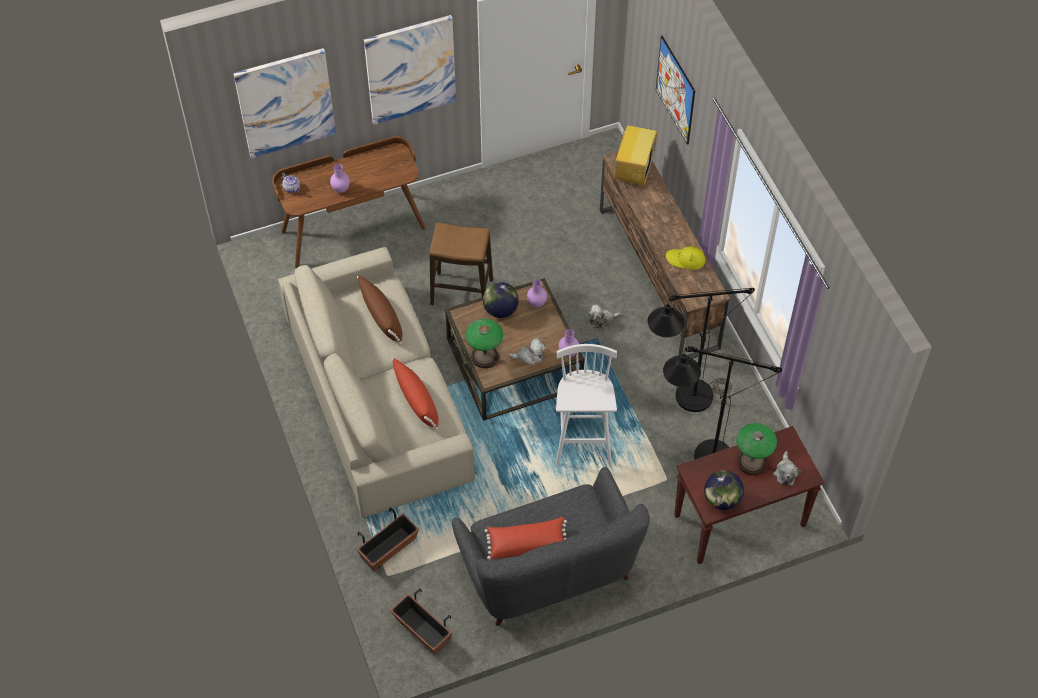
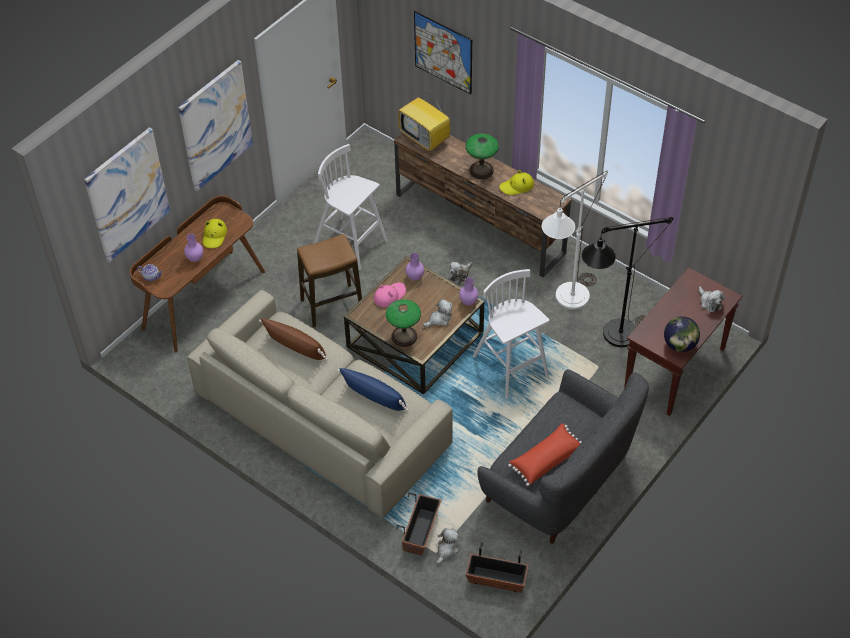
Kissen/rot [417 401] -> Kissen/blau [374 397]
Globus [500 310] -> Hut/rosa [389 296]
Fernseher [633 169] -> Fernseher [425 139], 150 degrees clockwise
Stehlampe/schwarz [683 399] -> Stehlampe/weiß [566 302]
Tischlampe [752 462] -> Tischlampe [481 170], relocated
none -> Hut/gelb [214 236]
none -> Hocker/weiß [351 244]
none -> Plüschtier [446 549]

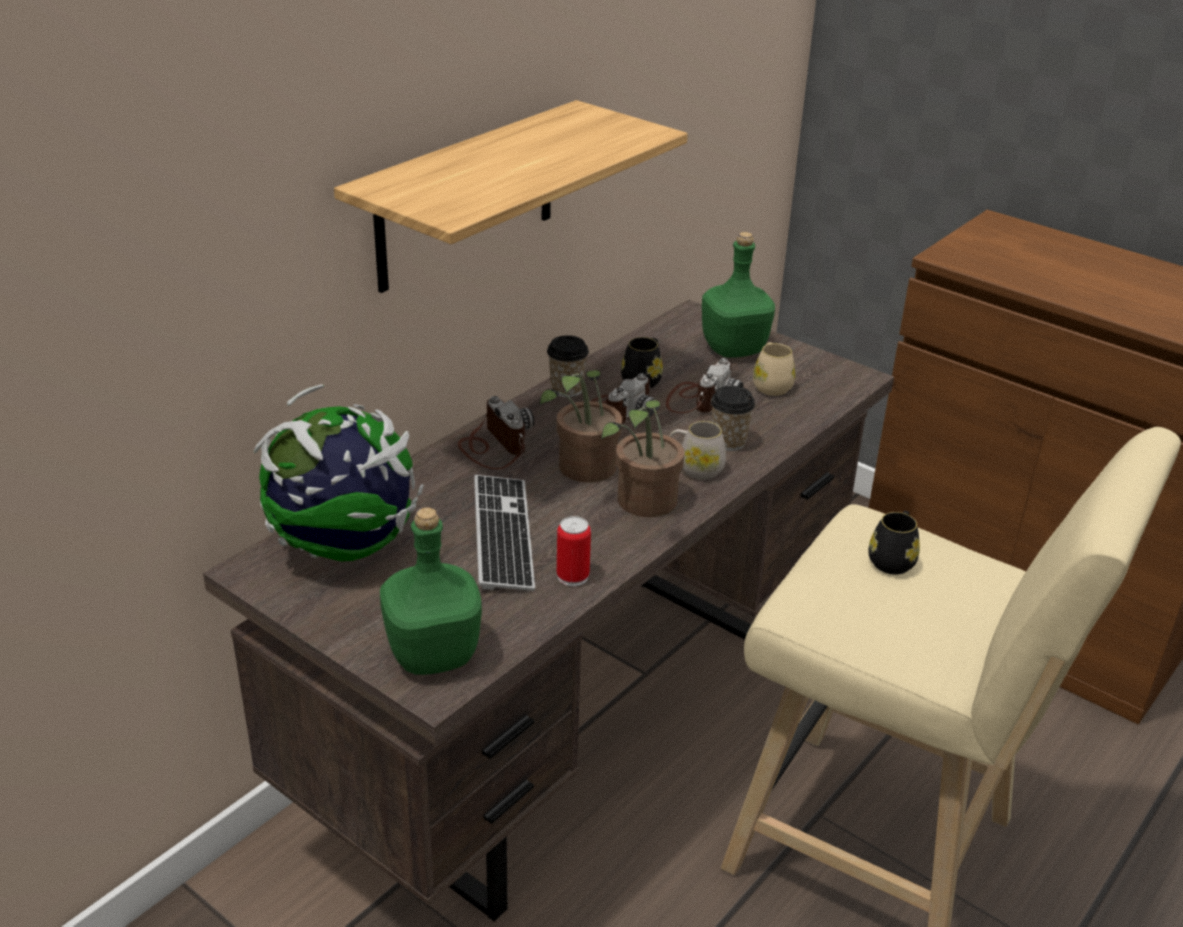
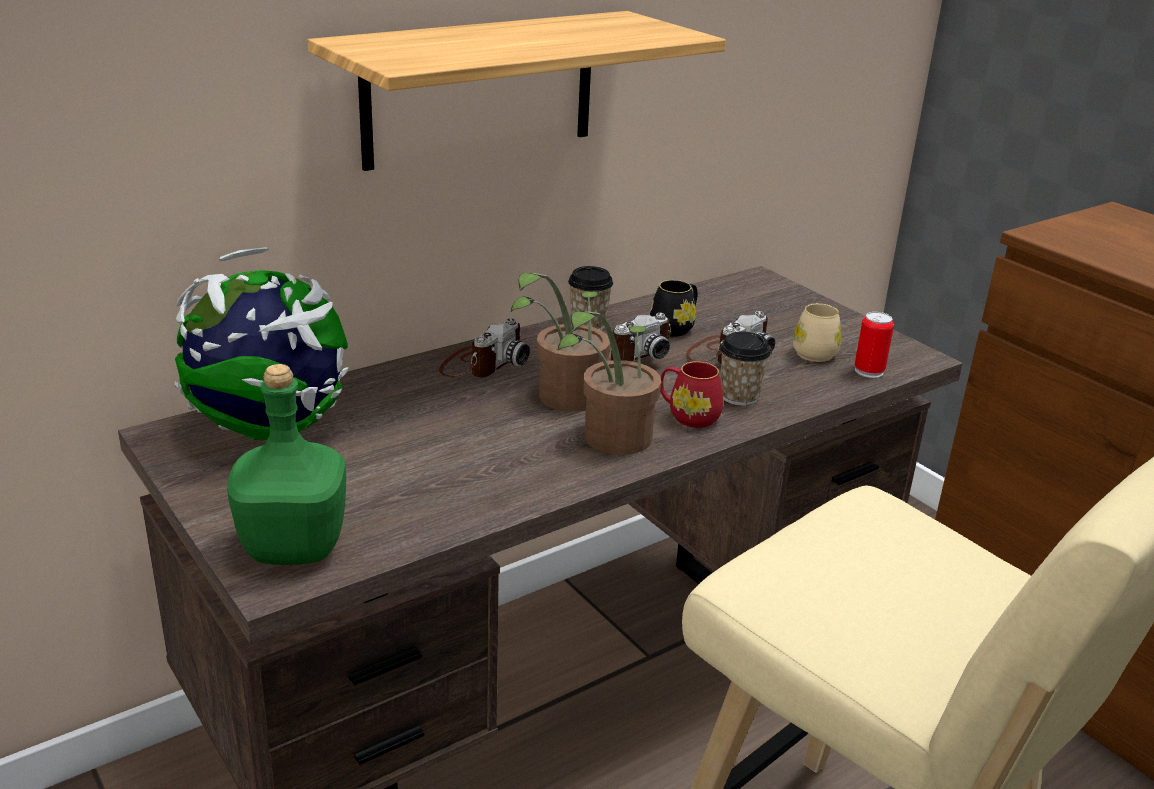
Kamera [494 446] -> Kamera [482 364], 45 degrees clockwise
Tastatur [503 535] -> none
Dose [572 576] -> Dose [869 371], relocated
Henkelbecher/weiß [695 469] -> Henkelbecher/rot [688 416]
Flasche/grün [734 349] -> none
Henkelbecher/schwarz [893 559] -> none

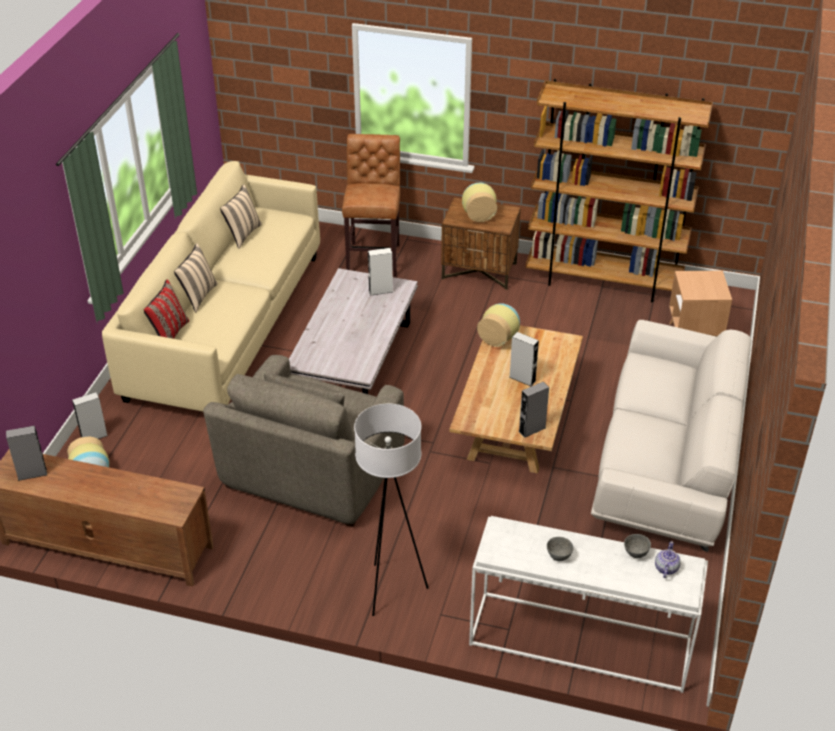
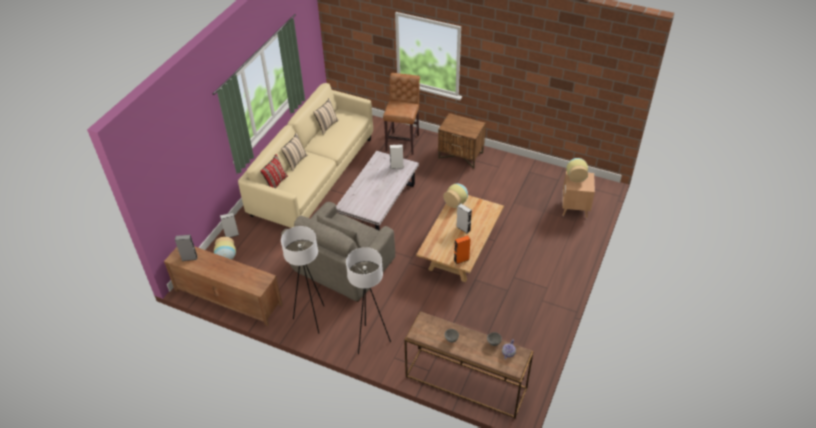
Vase [478 214] -> Vase [575 176], relocated
Konsolentisch/weiß [578 642] -> Konsolentisch/braun [464 383]
Lautsprecher/grau [532 429] -> Lautsprecher/orange [461 260]
Bücherregal/braun [604 281] -> none
Sofa/weiß [667 460] -> none
none -> Stehlampe/weiß [312 319]

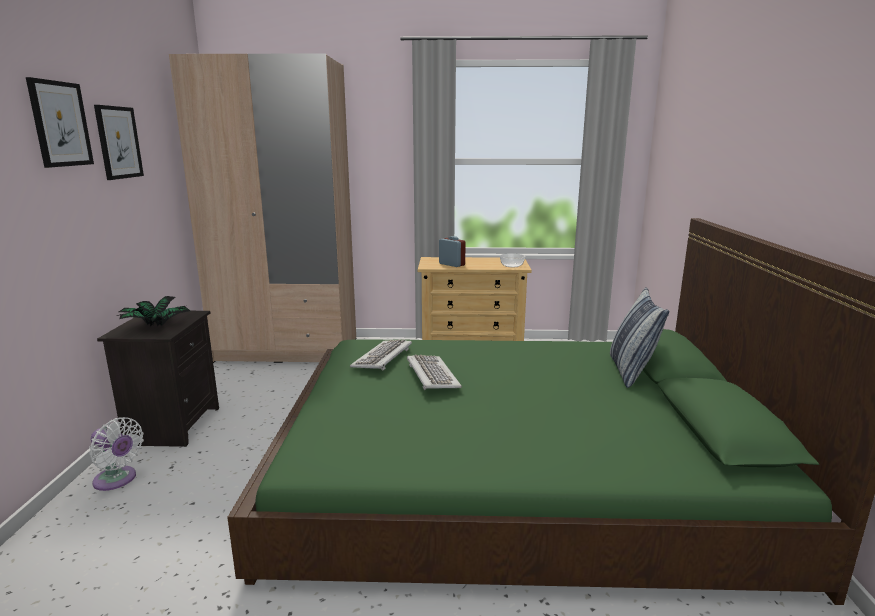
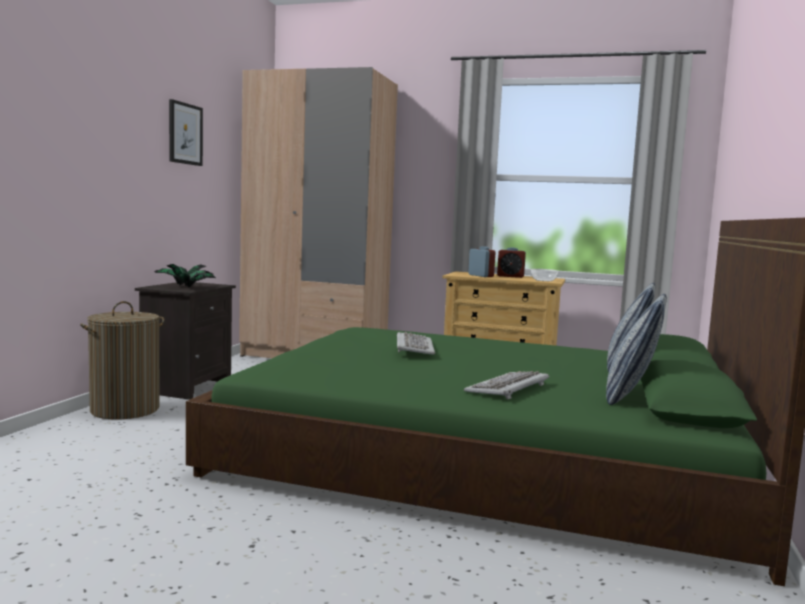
Bild [60 124] -> none
Ventilator/weiß [117 480] -> Wäschekorb [125 409]
Tastatur [383 357] -> Tastatur [508 388], relocated
none -> Wecker [510 276]
none -> Kissen [631 395]

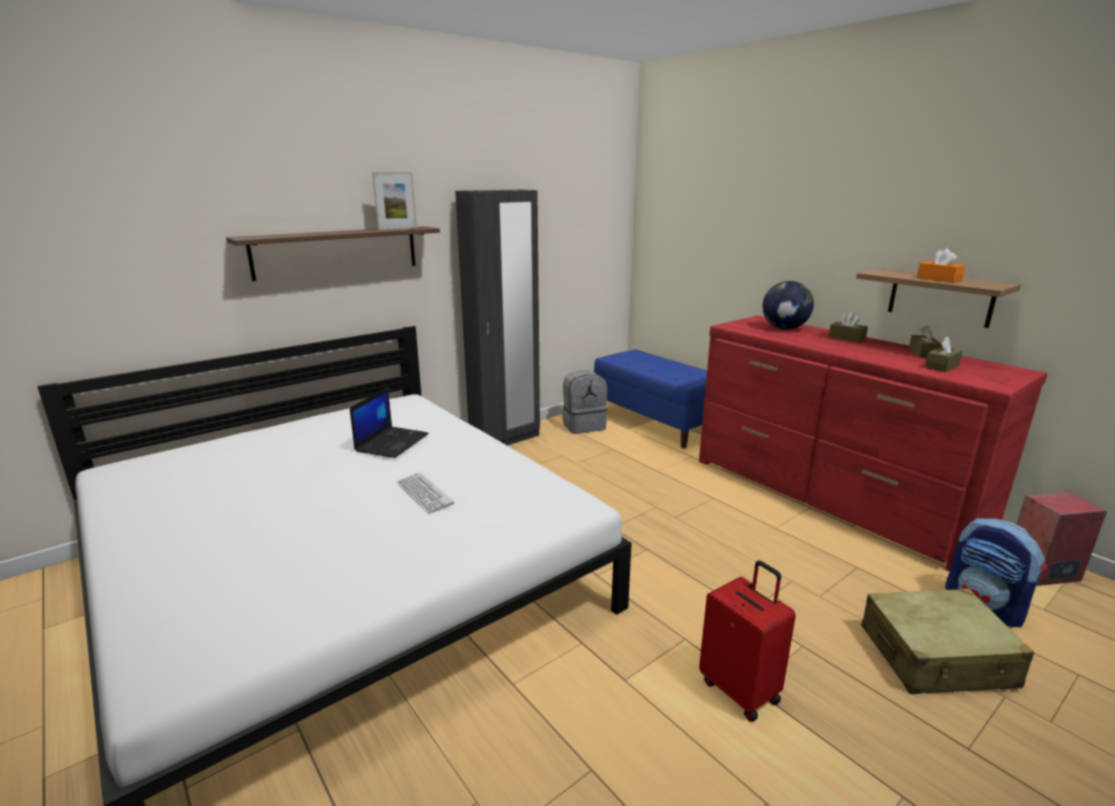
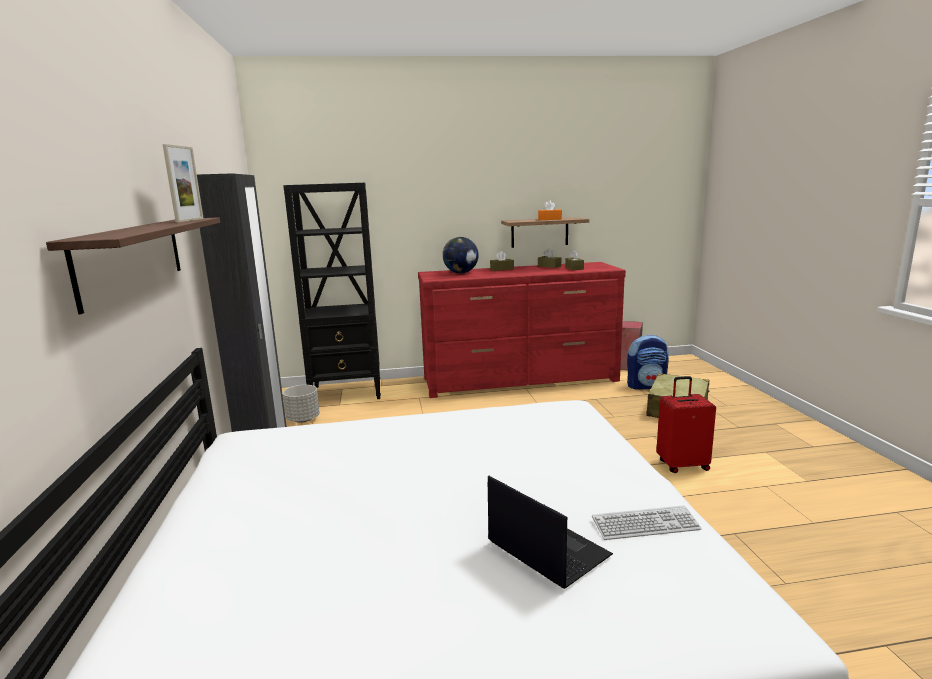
Laptop [392 442] -> Laptop [546 549], relocated
Tastatur [424 493] -> Tastatur [645 524], relocated
Rucksack/grau [583 425] -> Pflanzkübel/grau [303 419]
Bank/blau [655 422] -> Bücherregal/schwarz [347 392]

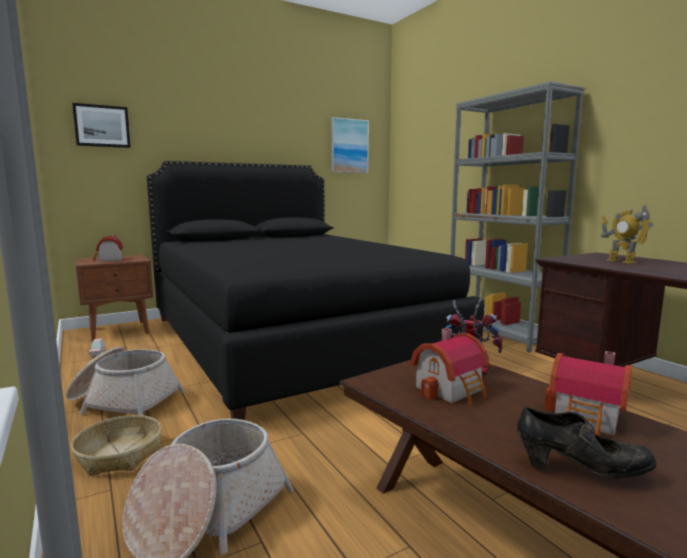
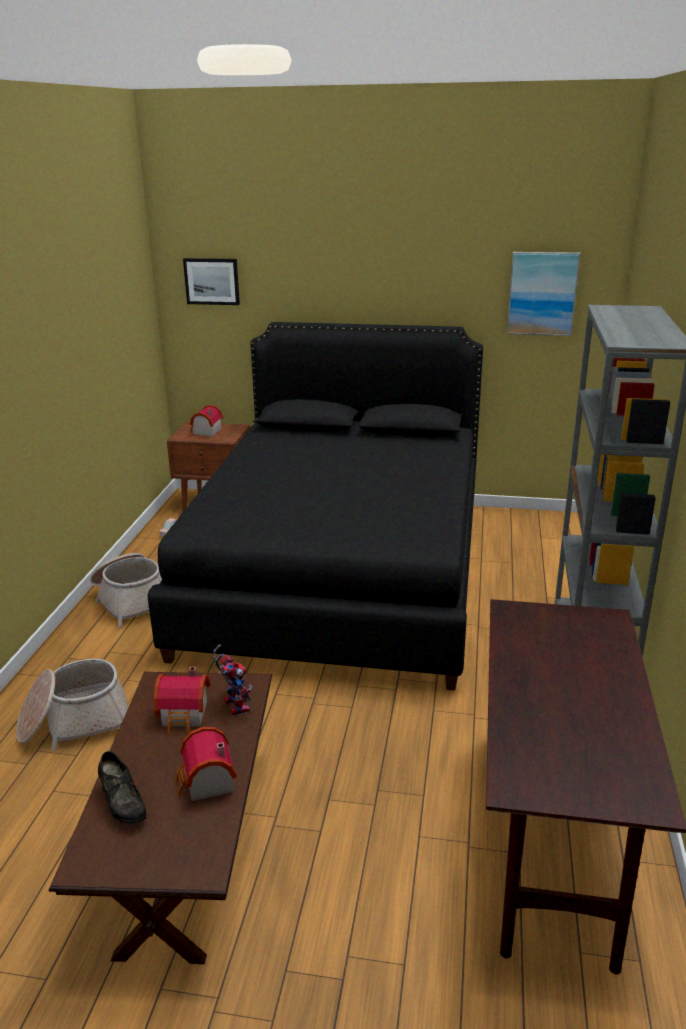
Korb [119 454] -> none
Spielzeugroboter [621 261] -> none

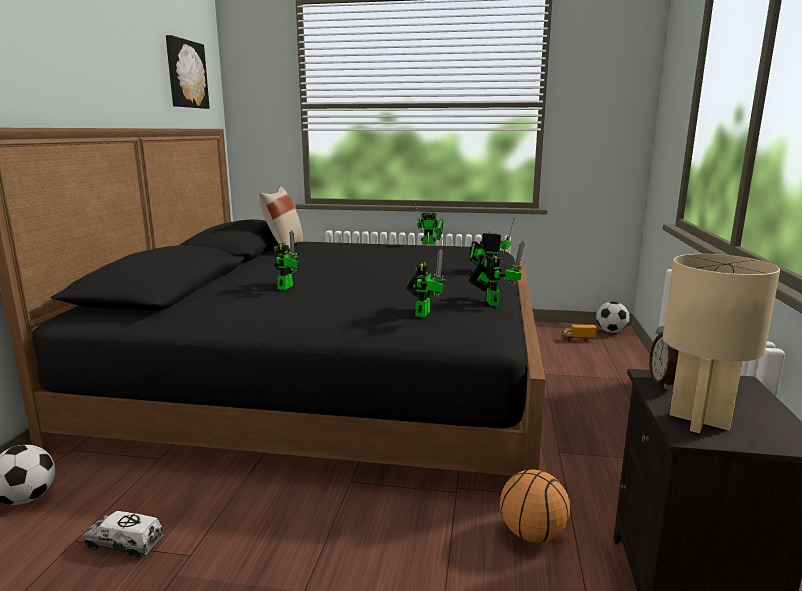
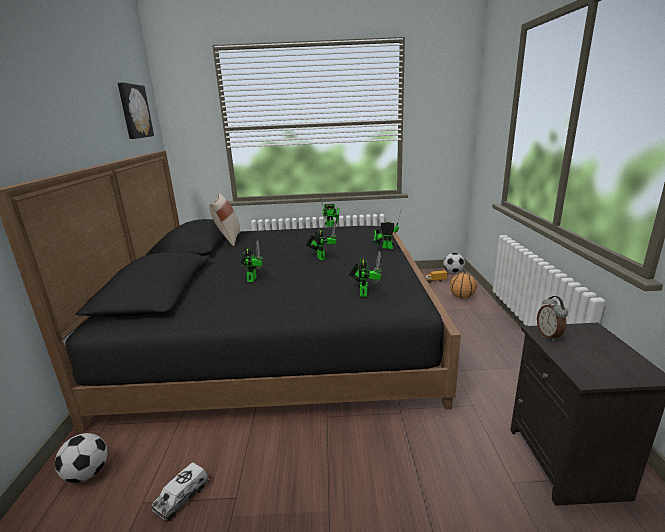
Spielzeuglaster [124 543] -> Spielzeuglaster [182 497], 60 degrees counterclockwise
Spielzeugroboter [491 301] -> Spielzeugroboter [320 257], relocated
Basketball [532 535] -> Basketball [462 297], relocated
Tischlampe/beige [698 420] -> none

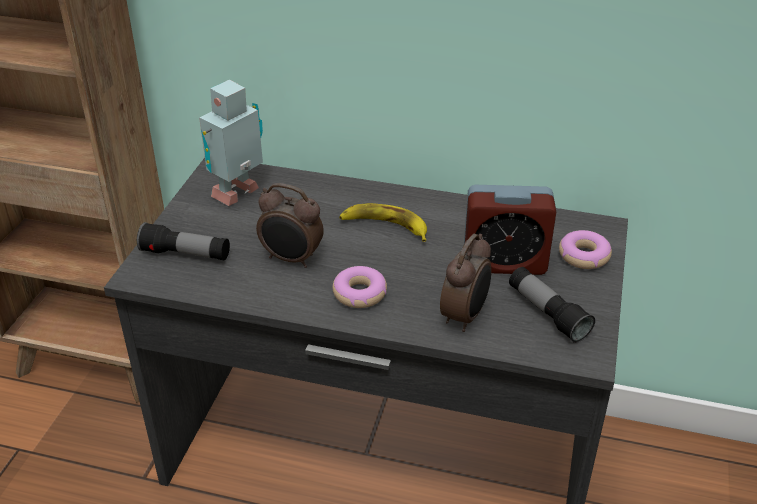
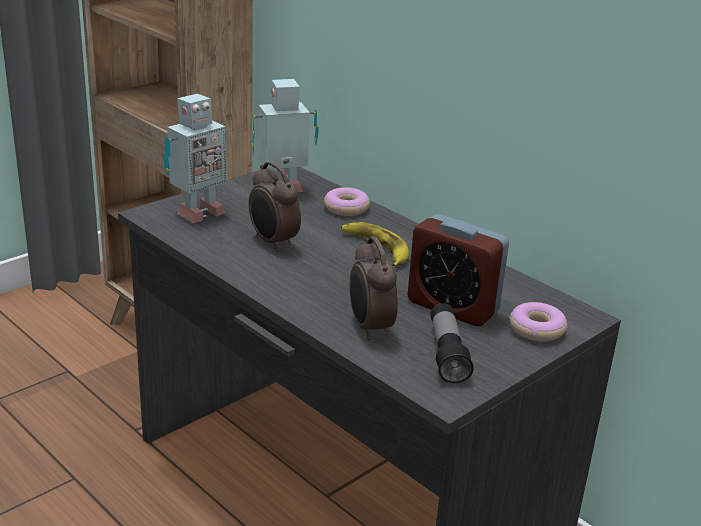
Taschenlampe [186 254] -> Spielzeugroboter [197 213]
Donut [359 293] -> Donut [346 208], relocated
Wecker [465 316] -> Wecker [369 328], 105 degrees clockwise

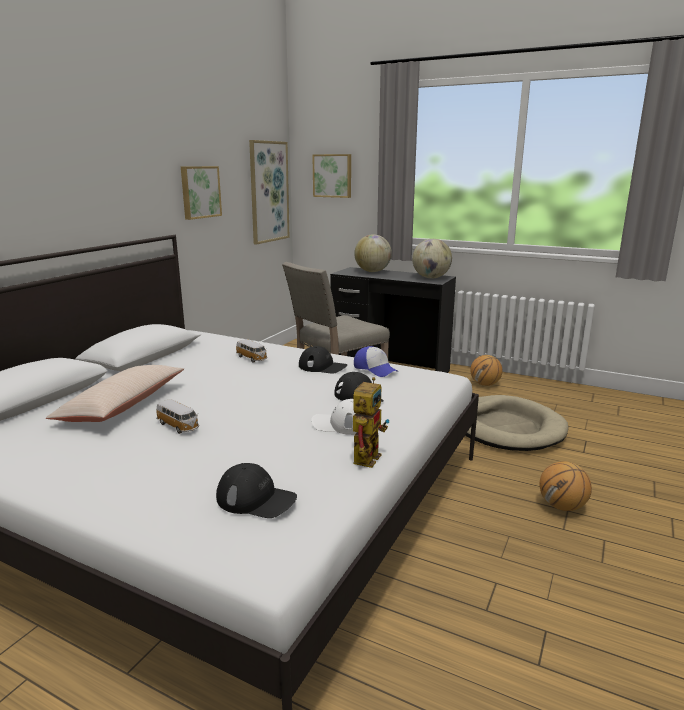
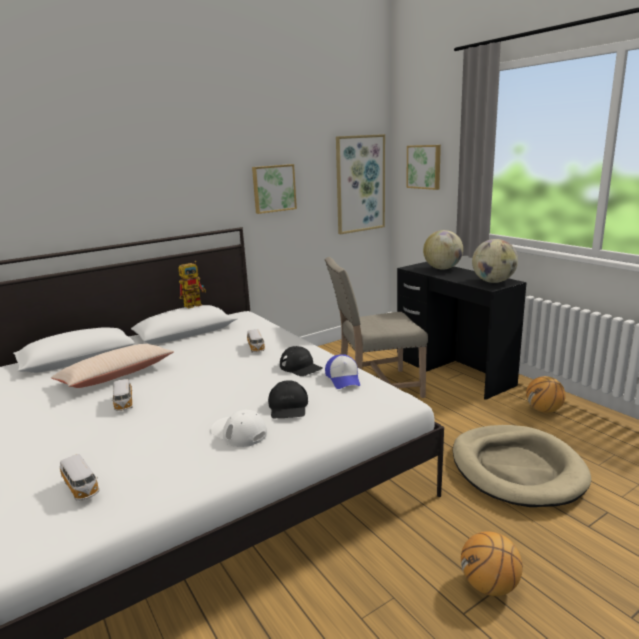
Kappe/schwarz [256 499] -> Spielzeugauto [81 488]
Spielzeugroboter [366 455] -> Spielzeugroboter [195 304], relocated

